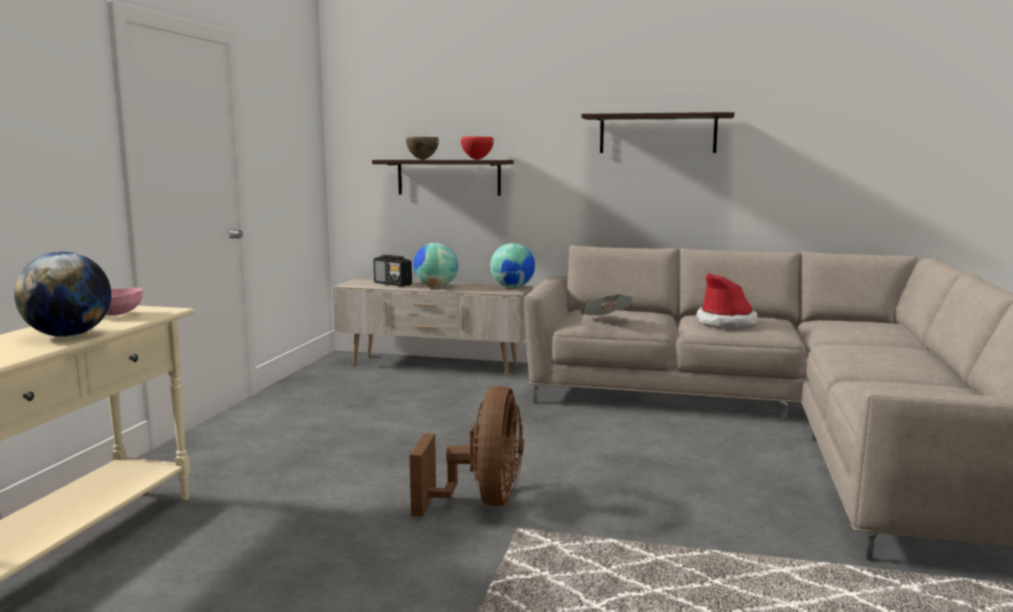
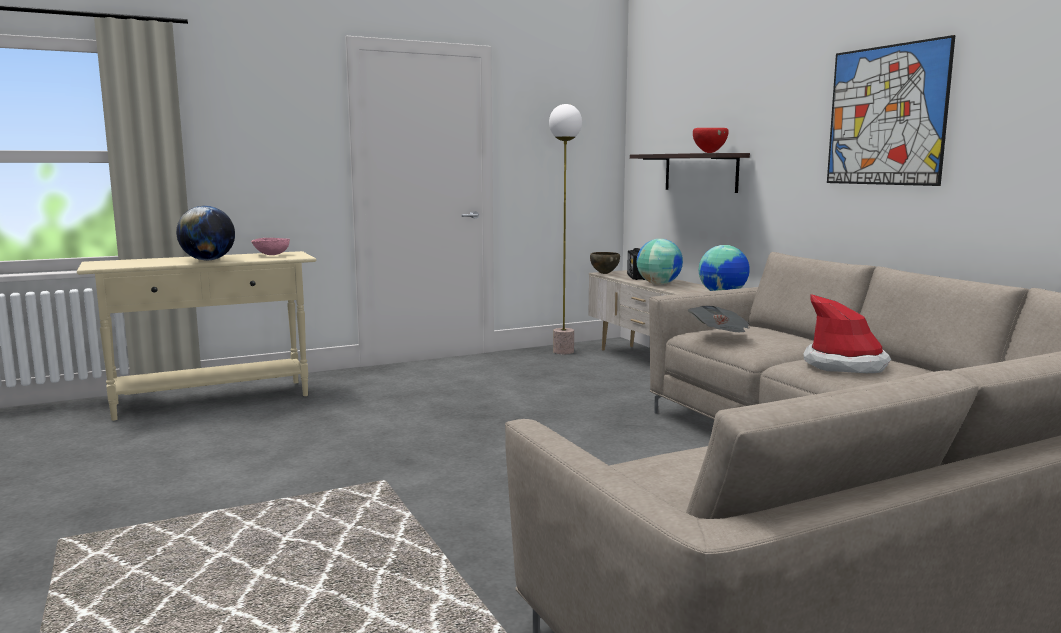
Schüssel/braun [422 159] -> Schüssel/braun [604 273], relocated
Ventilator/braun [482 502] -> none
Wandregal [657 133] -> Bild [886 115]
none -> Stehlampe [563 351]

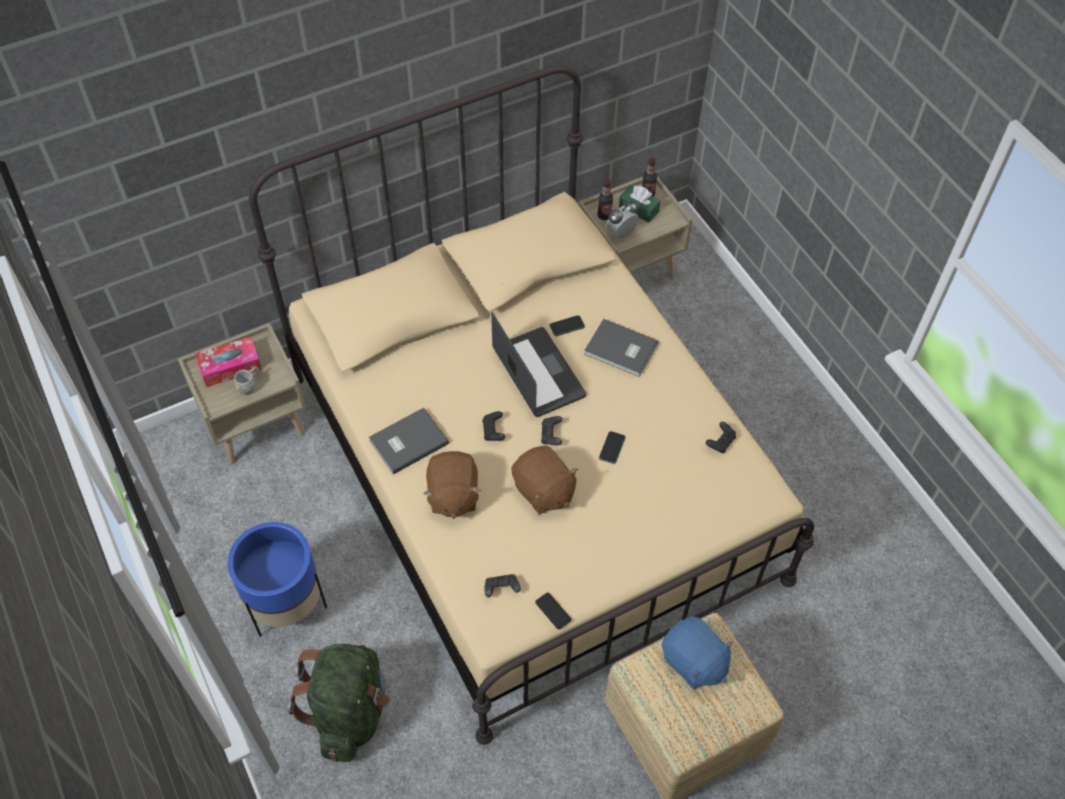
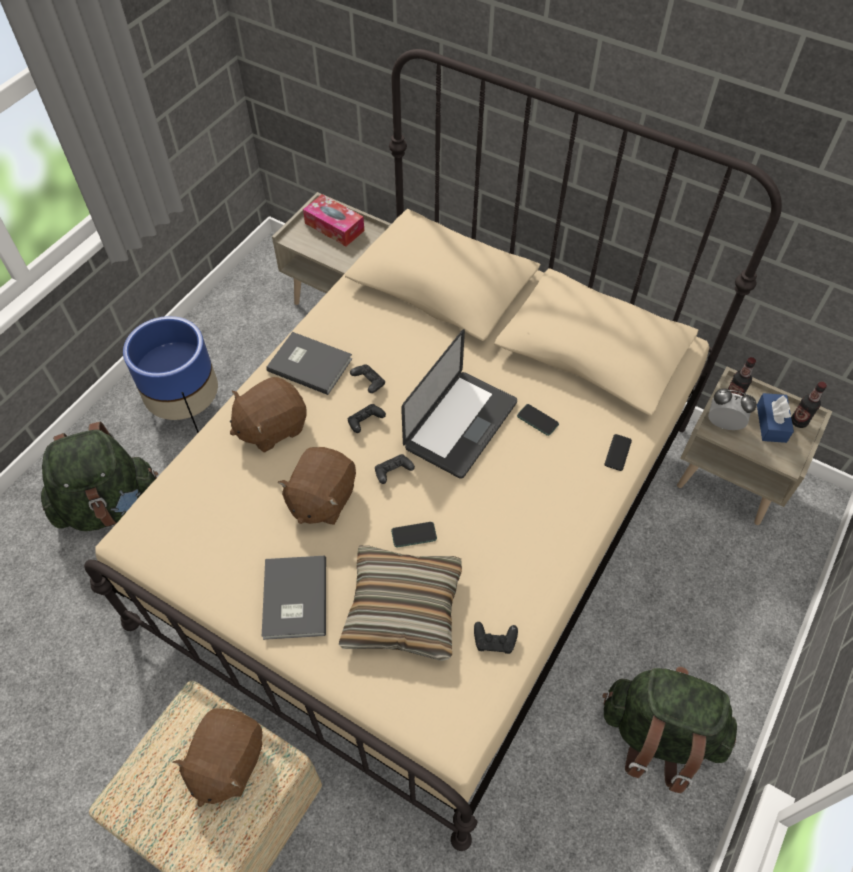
Henkelbecher/grau [250 386] -> none
Gamepad/schwarz [501 589] -> Gamepad/schwarz [369 383], relocated
Handy [553 611] -> Handy [618 452], relocated
Buch/grau [621 350] -> Buch/grau [293 599], relocated
Taschentuchbox/grün [638 209] -> Taschentuchbox/blau [771 423]
Plüschtier/blau [693 662] -> Plüschtier/braun [227 762]
none -> Kissen [403 608]
none -> Rucksack/grün [658 734]

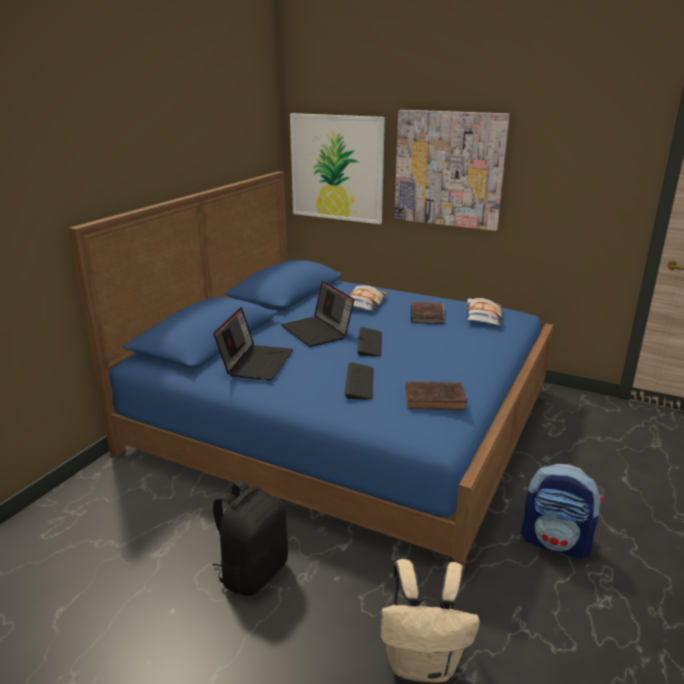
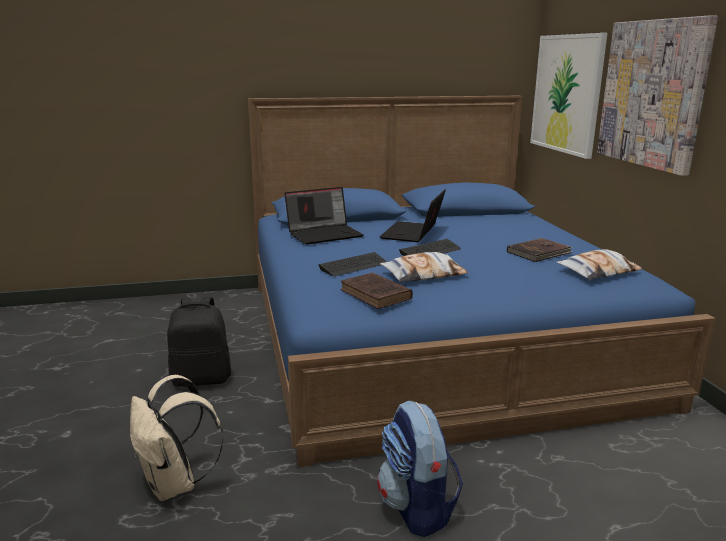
Kissen [364 303] -> Kissen [423 274], relocated

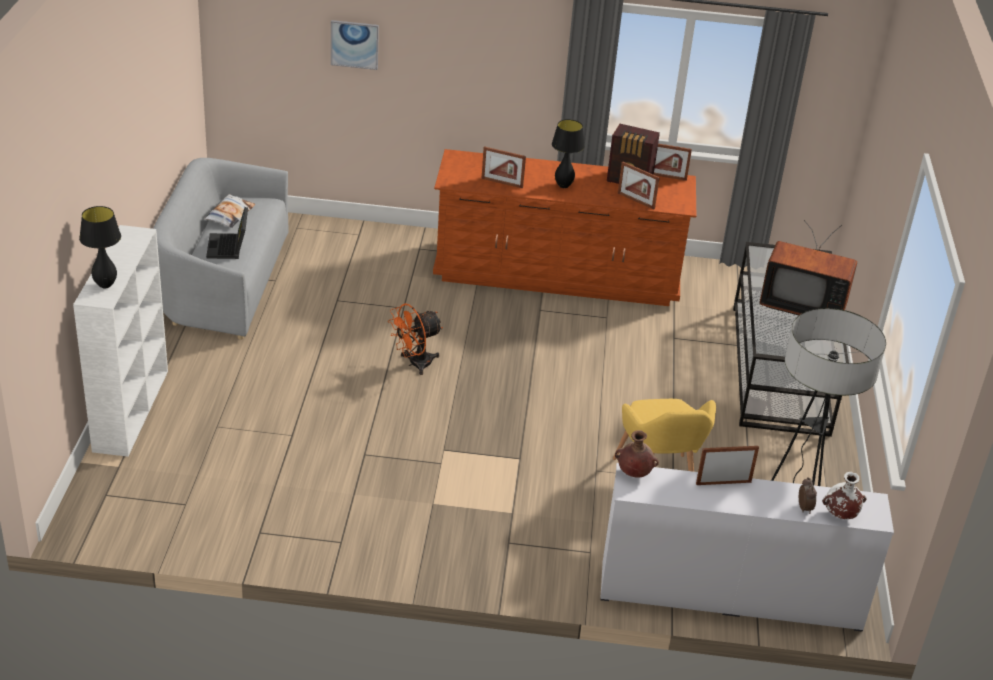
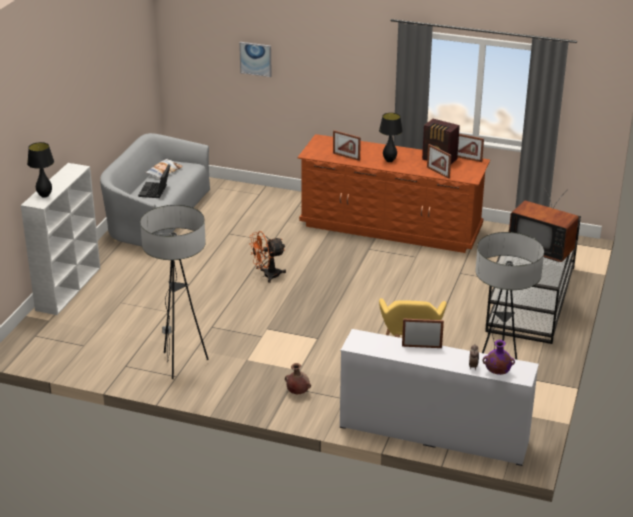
Vase/braun [633 473] -> Vase/braun [297 392], relocated
Vase/weiß [839 514] -> Vase/lila [497 372]
none -> Stehlampe [181 365]

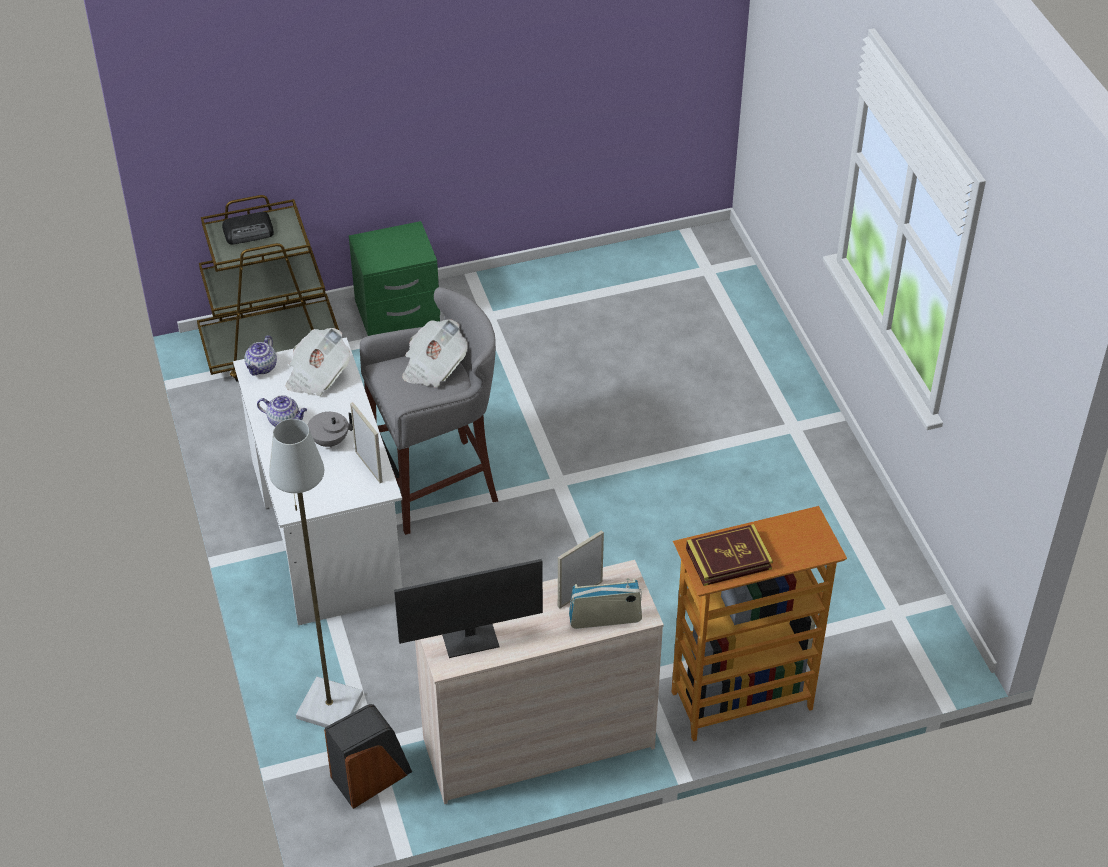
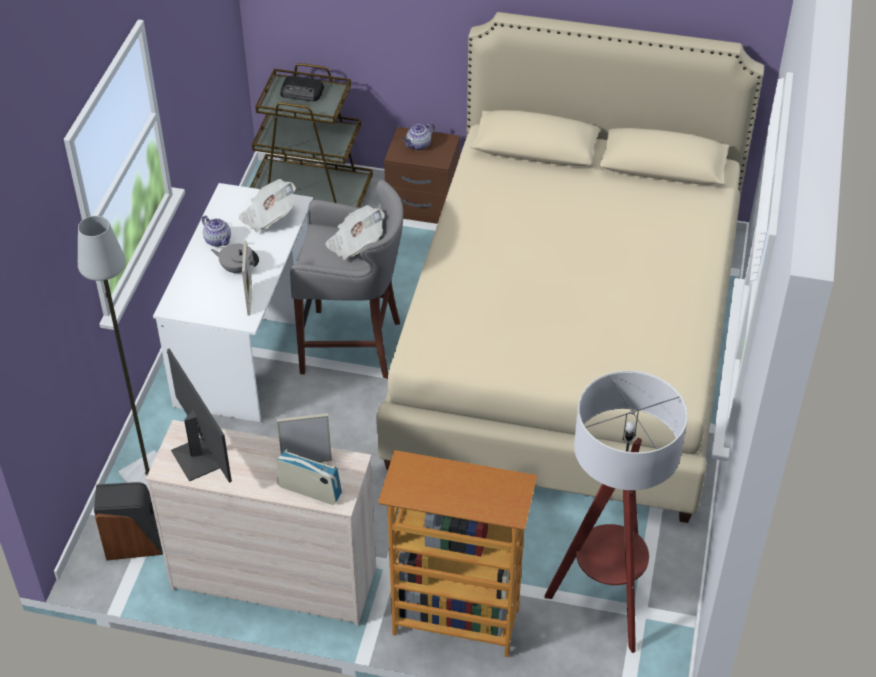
Teekanne [262 368] -> Teekanne [418 145], relocated
Nachttisch/grün [398 313] -> Nachttisch/braun [422 206]
Monitor [470 638] -> Monitor [198 457], 135 degrees counterclockwise
Buch [728 558] -> none
none -> Bett/beige [568 344]
none -> Stehlampe [605 603]

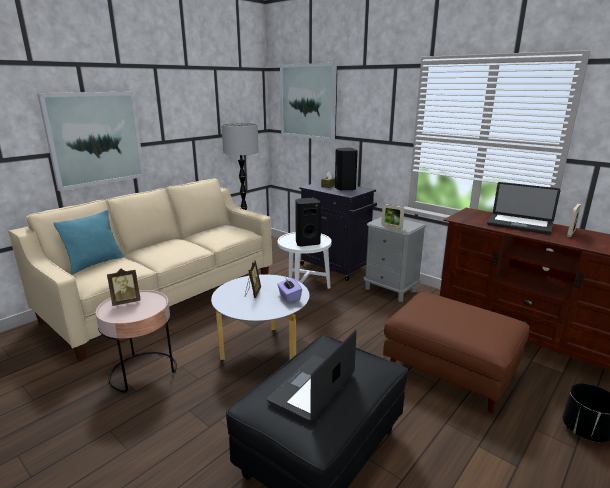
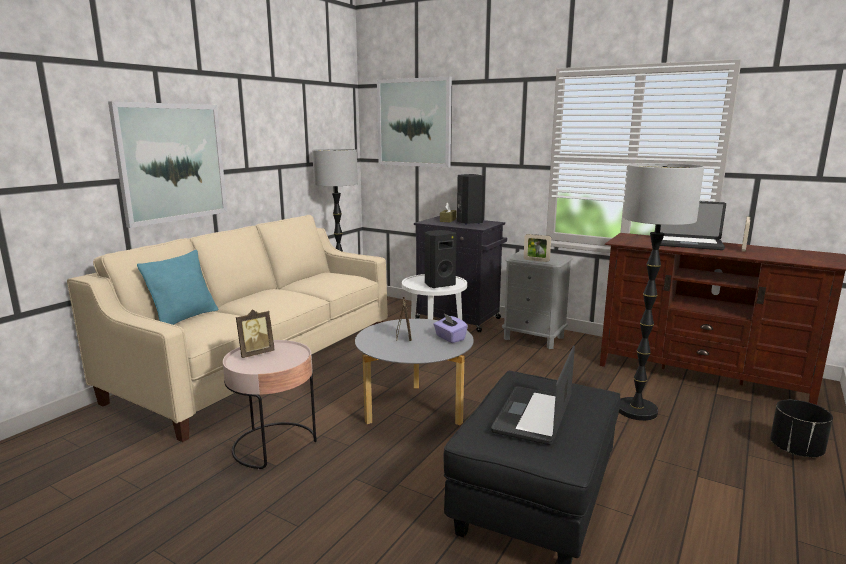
Polsterhocker/braun [450 371] -> Stehlampe [637 410]

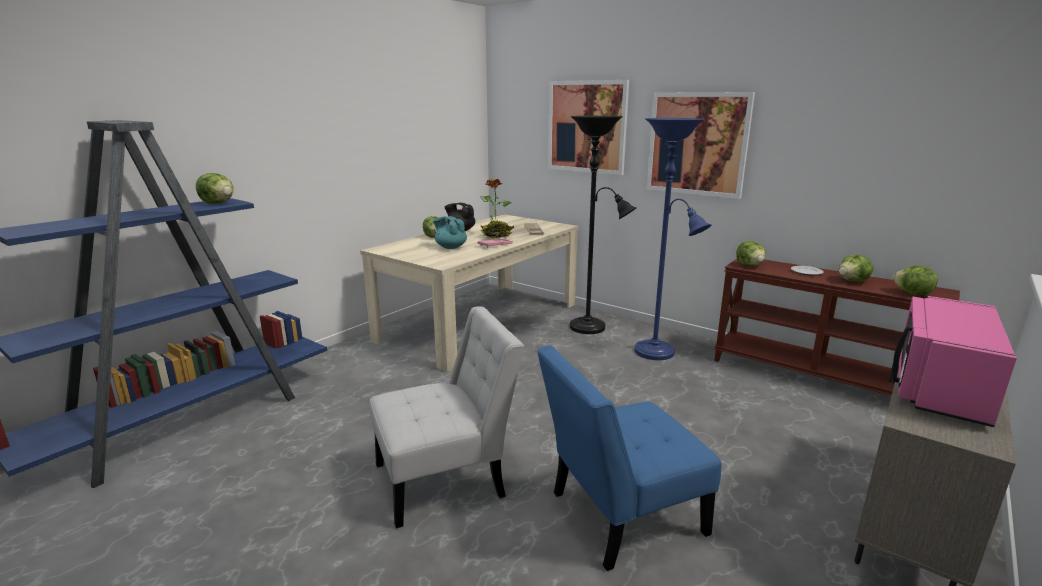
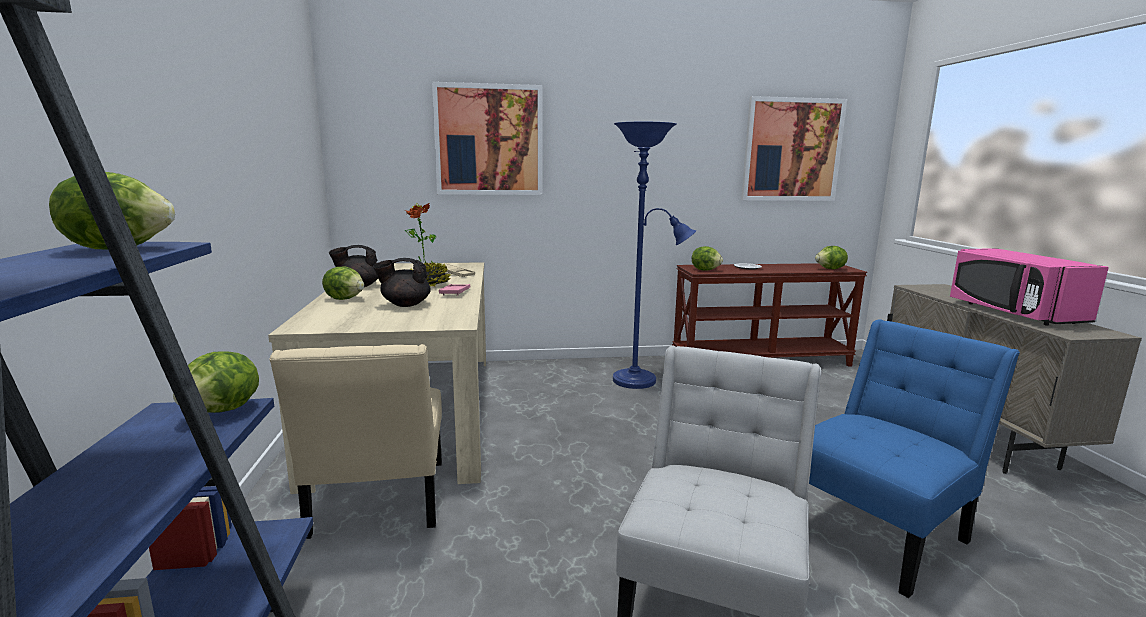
Teekanne/türkis [450 247] -> Teekanne/schwarz [405 304]
Stuhl/blau [619 516] -> Stuhl/blau [879 530], 150 degrees counterclockwise
Stehlampe/schwarz [592 328] -> none
Bild [697 144] -> Bild [792 150], relocated
Salatkopf [853 281] -> Salatkopf [224 410], relocated
none -> Stuhl/beige [377 503]

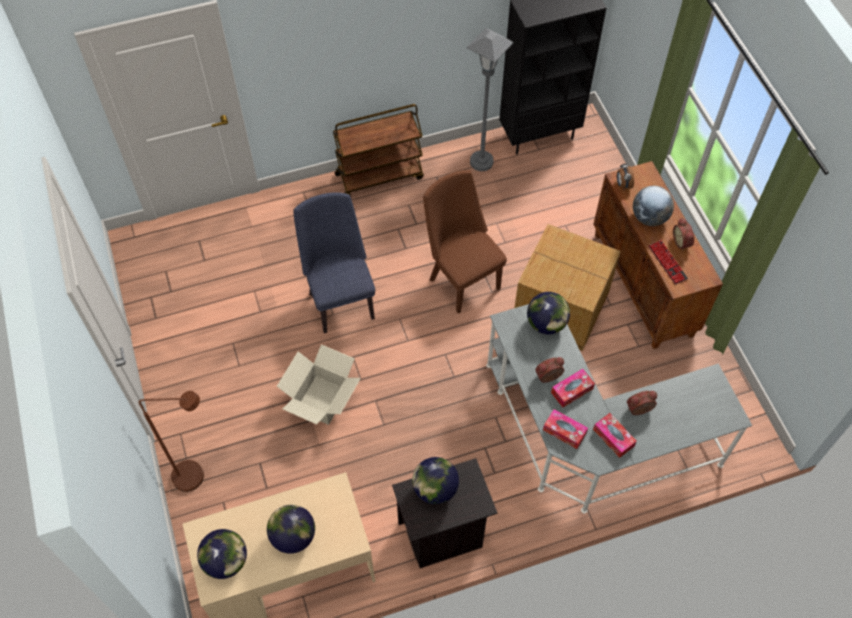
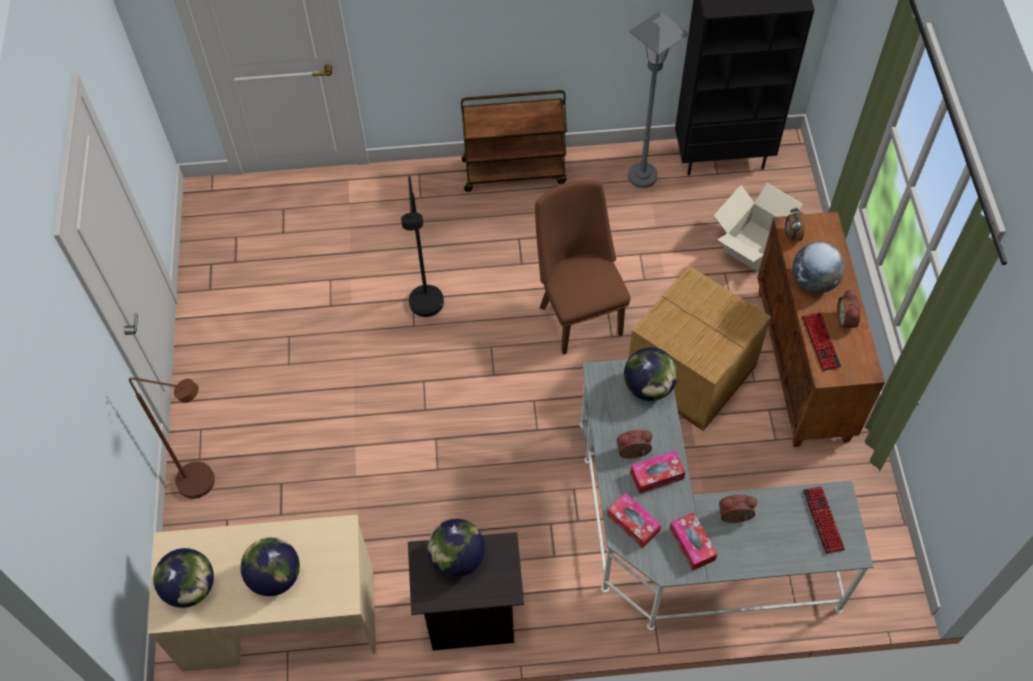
Karton [321 399] -> Karton [753 245], relocated
Stuhl/blau [340 300] -> Stehlampe/schwarz [427 311]
none -> Tastatur [823 520]

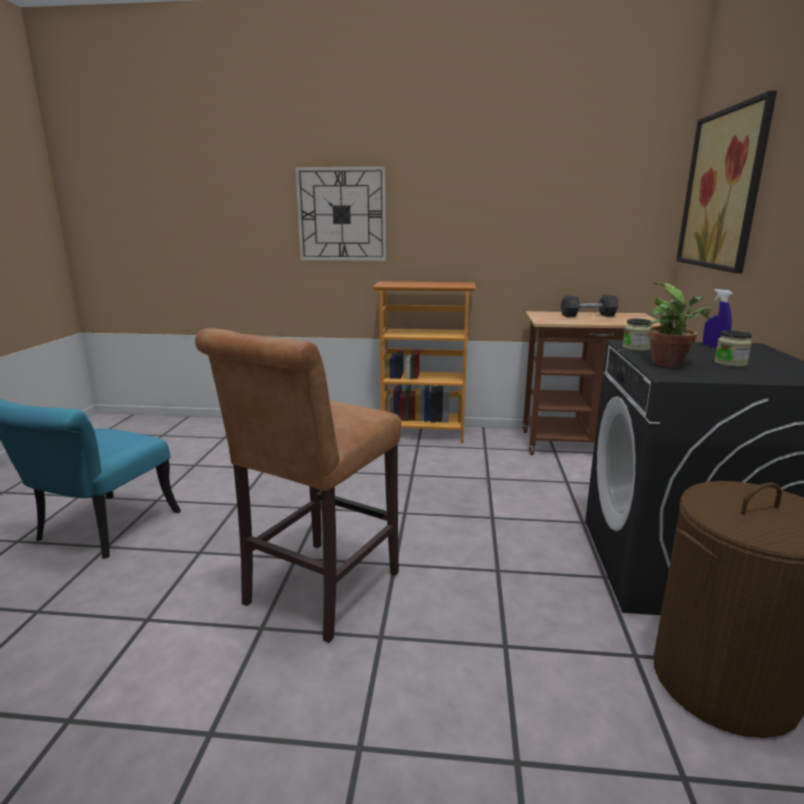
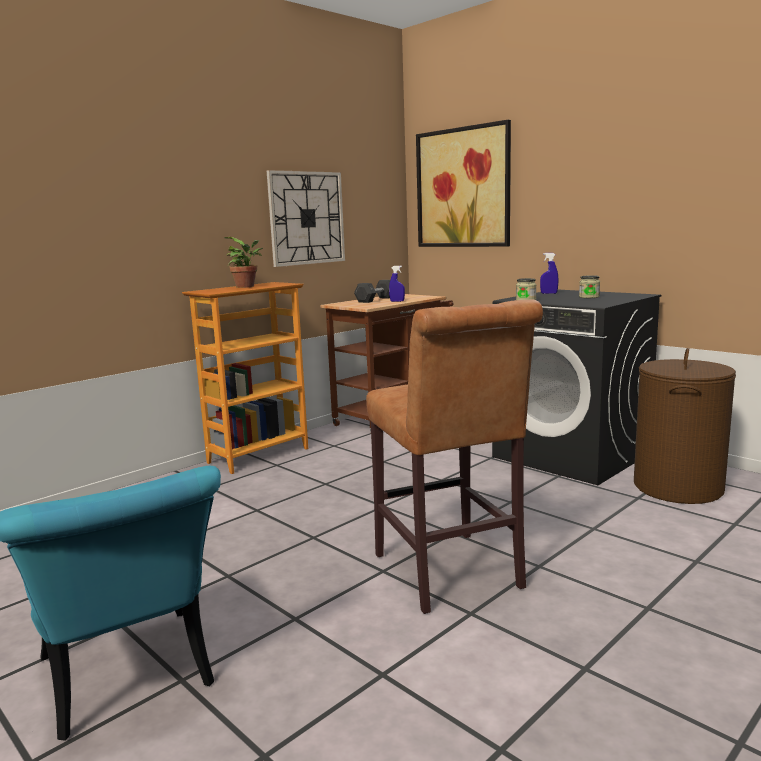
Wanduhr [342 214] -> Wanduhr [306 218], relocated
Topfpflanze [670 364] -> Topfpflanze [247 286], relocated
none -> Sprühflasche/blau [397 301]

